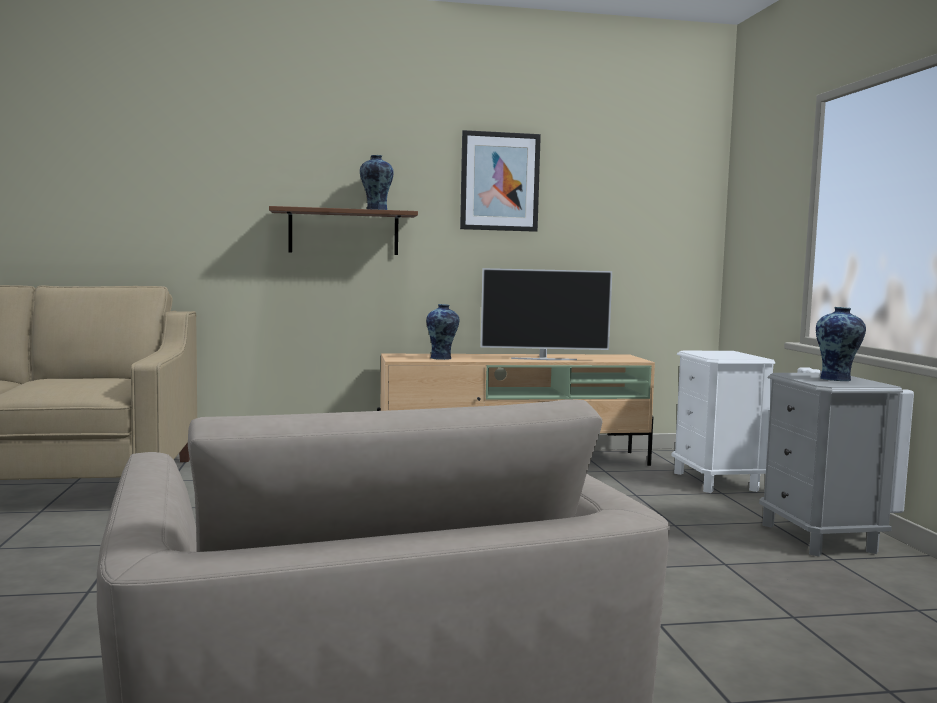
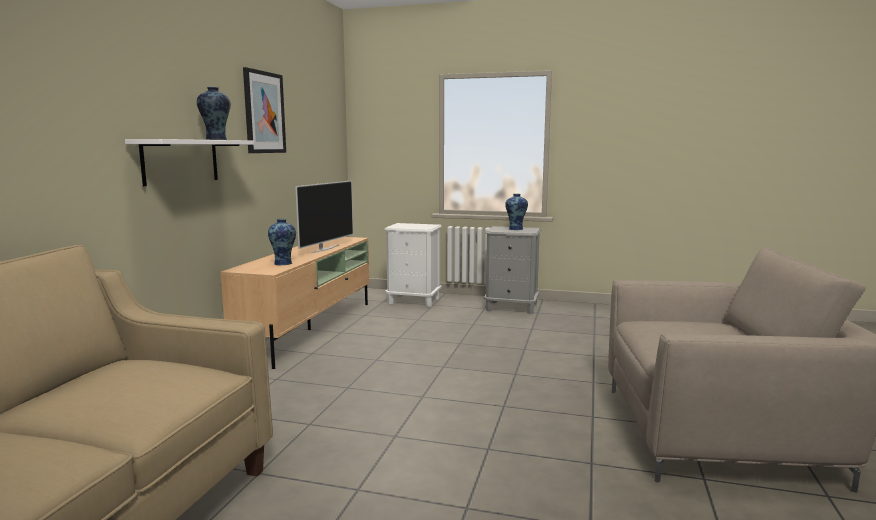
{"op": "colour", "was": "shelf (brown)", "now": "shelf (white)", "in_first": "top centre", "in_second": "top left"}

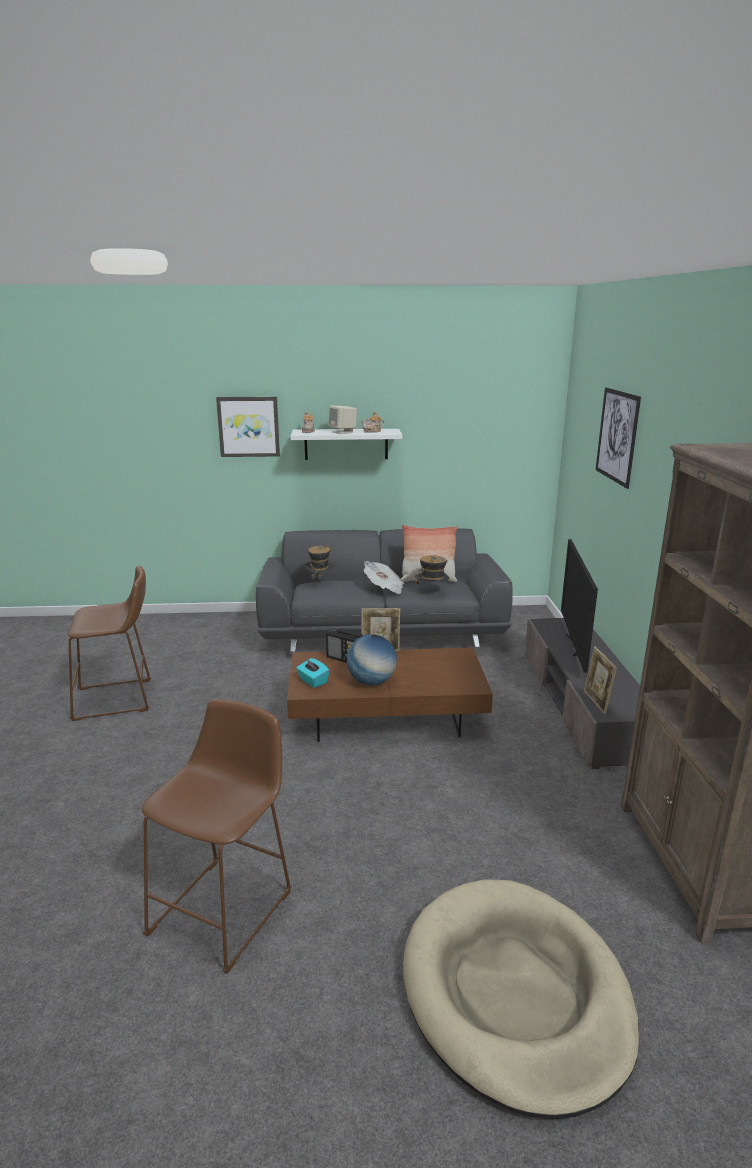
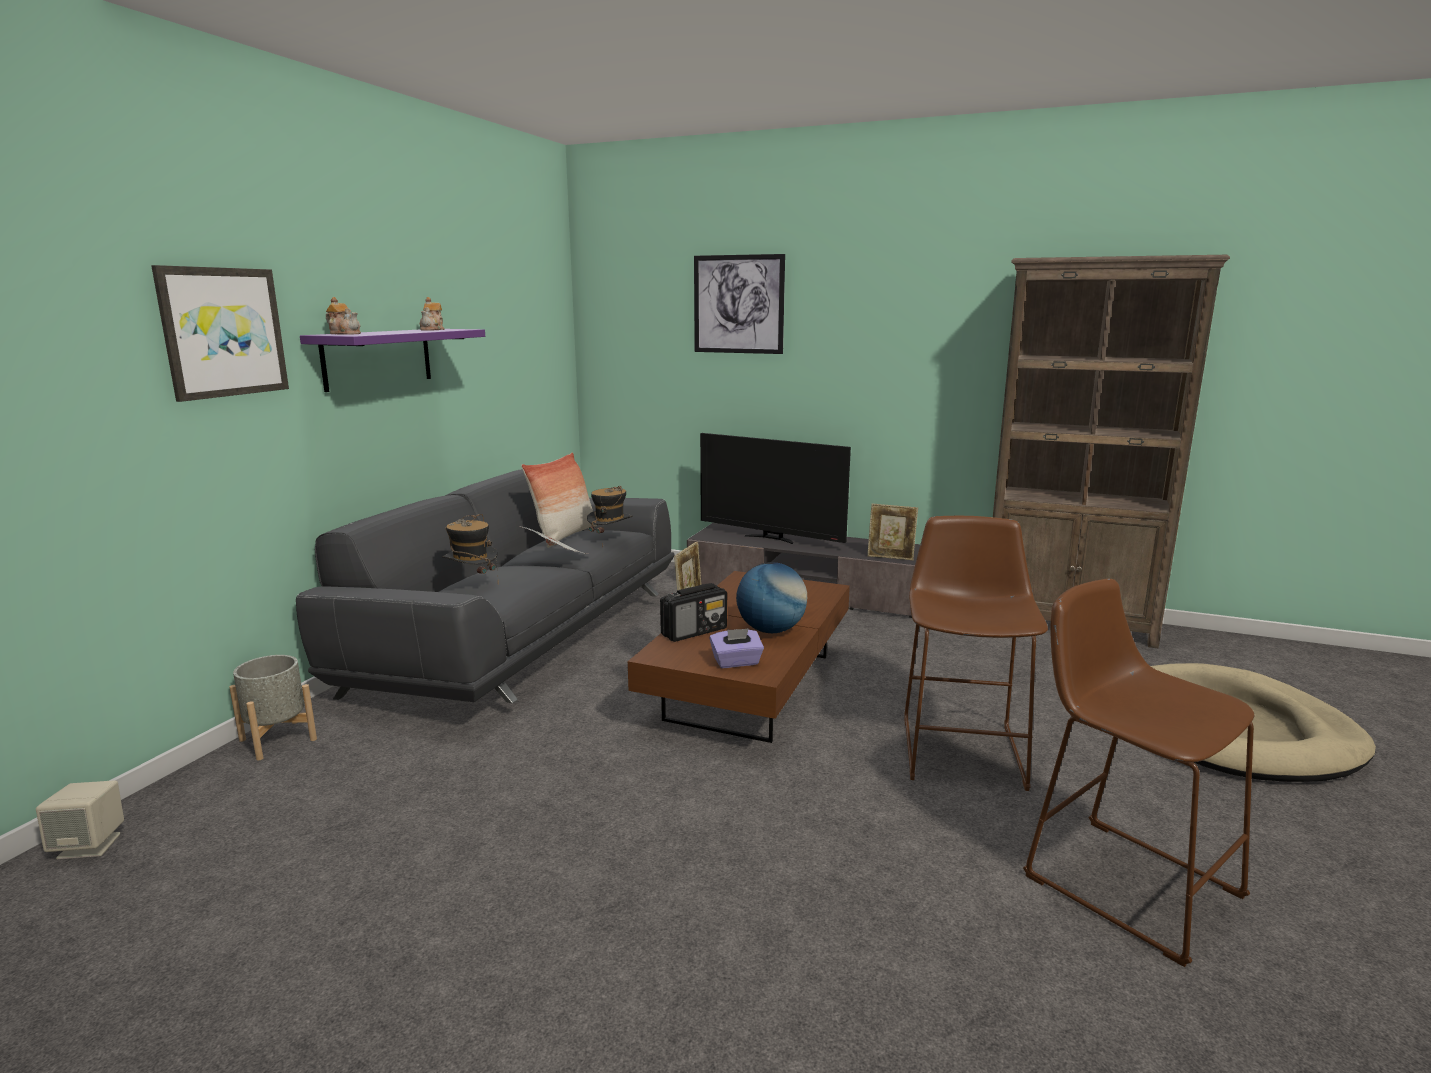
{"op": "relocated", "was": "speaker (beige)", "in_first": "centre", "in_second": "bottom left"}
{"op": "appeared", "now": "planter (grey)", "in_second": "middle left"}
{"op": "colour", "was": "shelf (white)", "now": "shelf (purple)", "in_first": "centre", "in_second": "middle left"}
{"op": "colour", "was": "tissue box (turquoise)", "now": "tissue box (purple)", "in_first": "centre", "in_second": "centre"}
{"op": "relocated", "was": "stool (brown) (no. 1 from left)", "in_first": "middle left", "in_second": "middle right"}

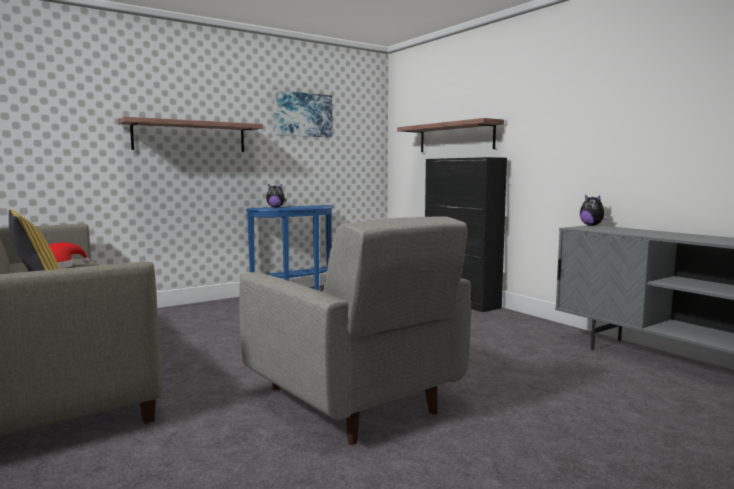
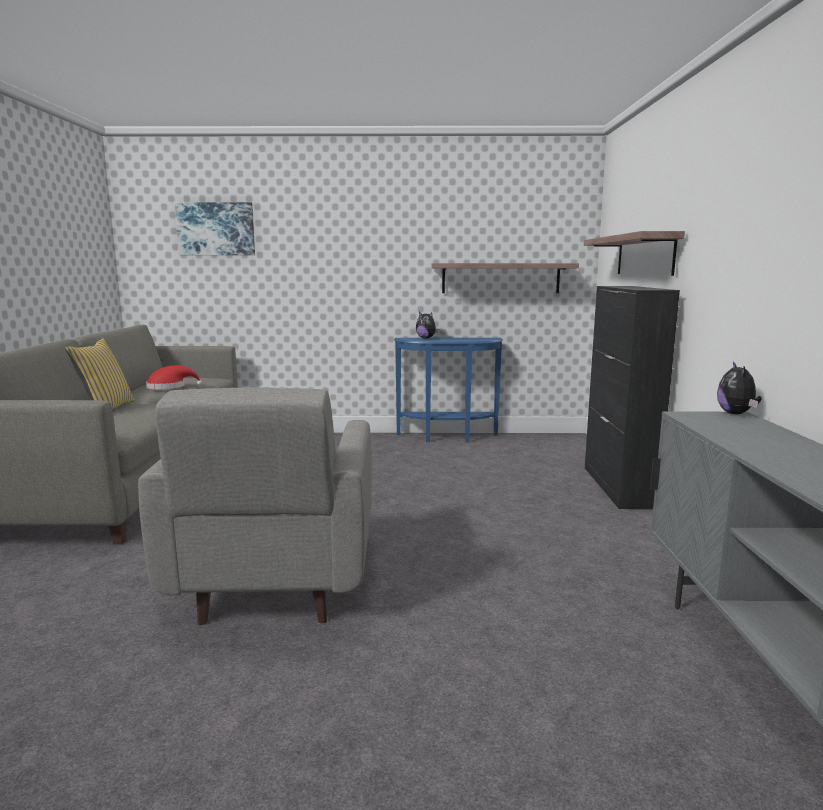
{"op": "relocated", "was": "picture", "in_first": "top centre", "in_second": "top left"}
{"op": "relocated", "was": "shelf (no. 1 from left)", "in_first": "top left", "in_second": "centre"}

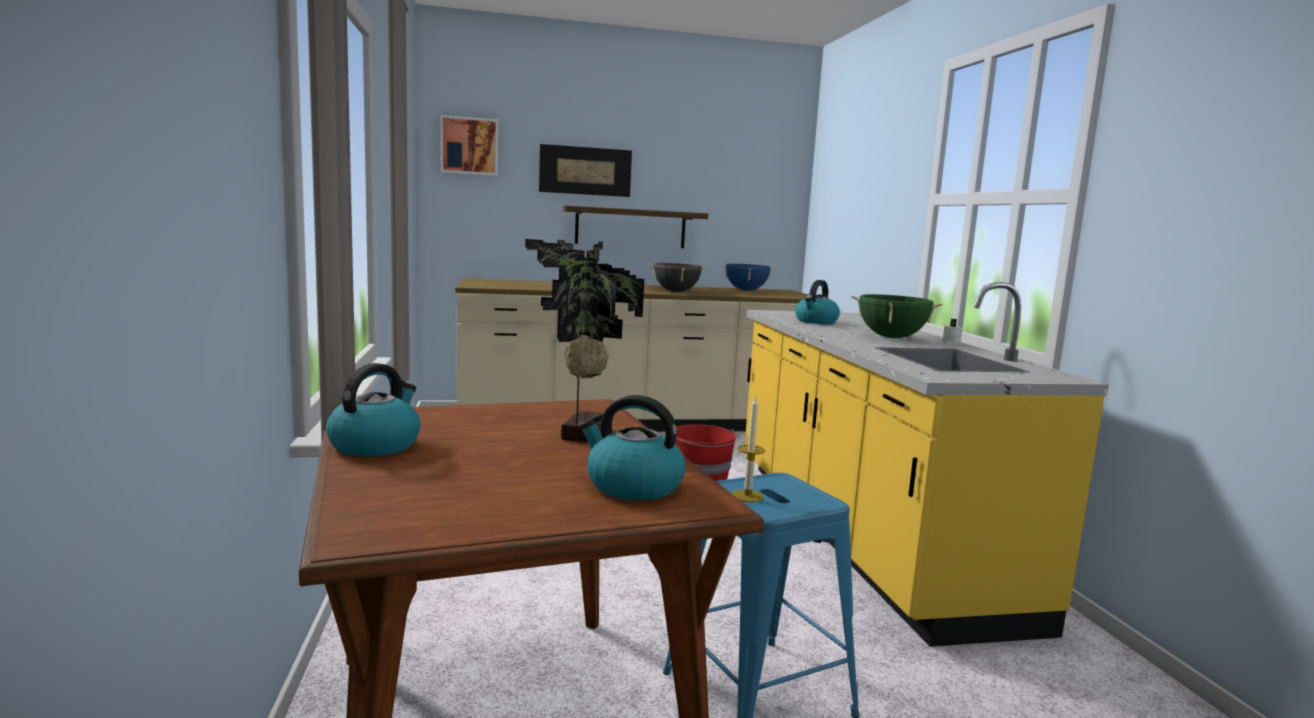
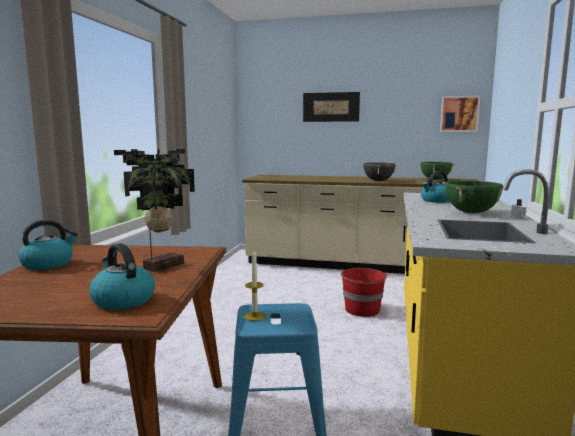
{"op": "colour", "was": "cooking pot (blue)", "now": "cooking pot (green) (no. 1 from left)", "in_first": "centre", "in_second": "middle right"}
{"op": "relocated", "was": "picture (no. 1 from left in the first image)", "now": "picture (no. 2 from left)", "in_first": "top centre", "in_second": "top right"}
{"op": "missing", "was": "shelf", "in_first": "top centre"}

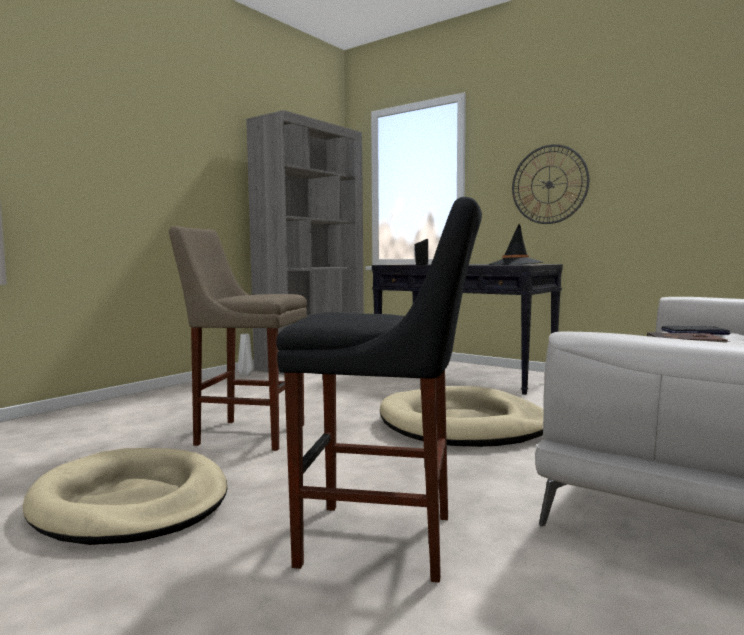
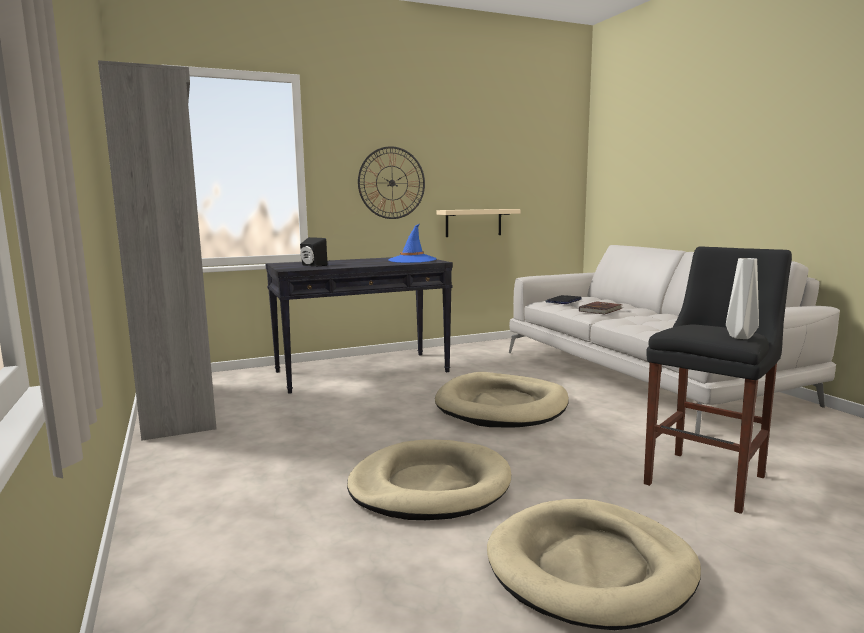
{"op": "exchanged", "was": "stool (beige)", "now": "dog bed (beige) (no. 1 from left)", "in_first": "middle left", "in_second": "bottom centre"}
{"op": "colour", "was": "hat (black)", "now": "hat (blue)", "in_first": "middle right", "in_second": "centre"}
{"op": "appeared", "now": "shelf (beige)", "in_second": "centre"}
{"op": "relocated", "was": "vase (grey)", "in_first": "middle left", "in_second": "middle right"}

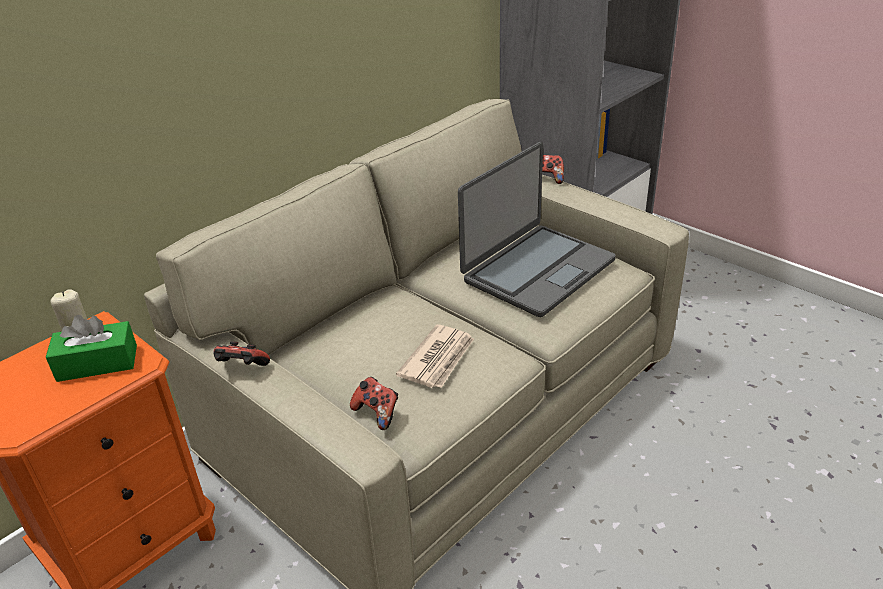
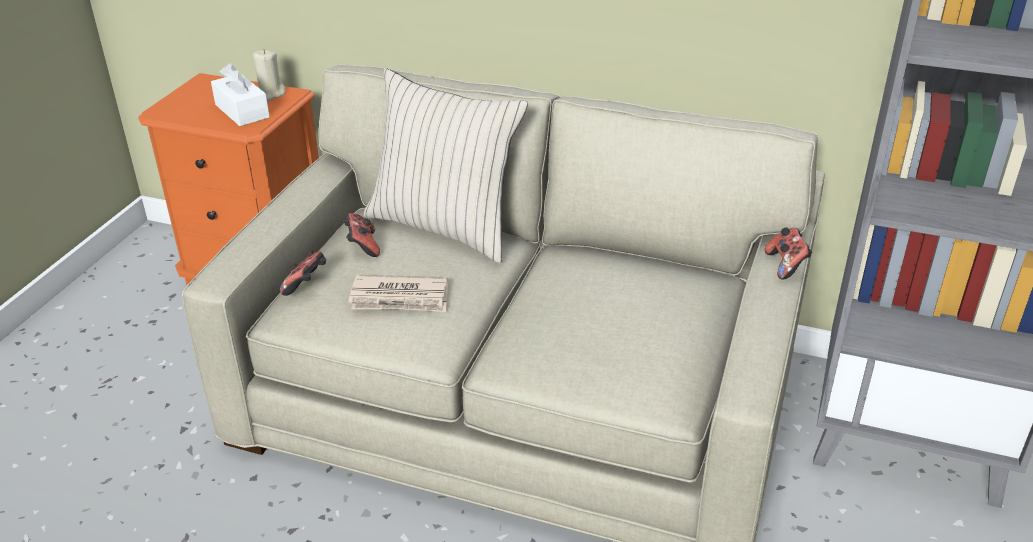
{"op": "colour", "was": "tissue box (green)", "now": "tissue box (white)", "in_first": "middle left", "in_second": "top left"}
{"op": "relocated", "was": "game controller (no. 1 from left in the first image)", "now": "game controller (no. 2 from left)", "in_first": "middle left", "in_second": "centre"}
{"op": "appeared", "now": "pillow (beige)", "in_second": "top centre"}
{"op": "missing", "was": "laptop", "in_first": "centre"}

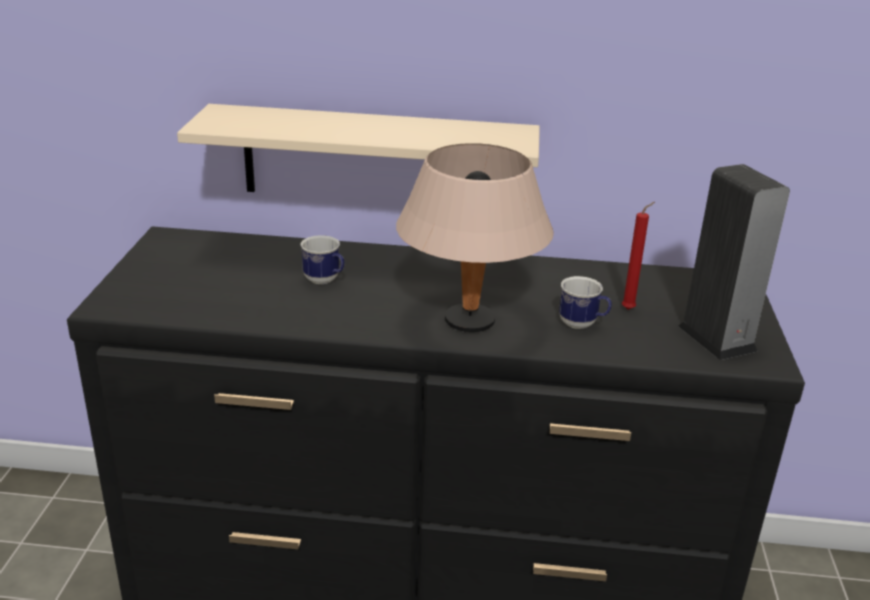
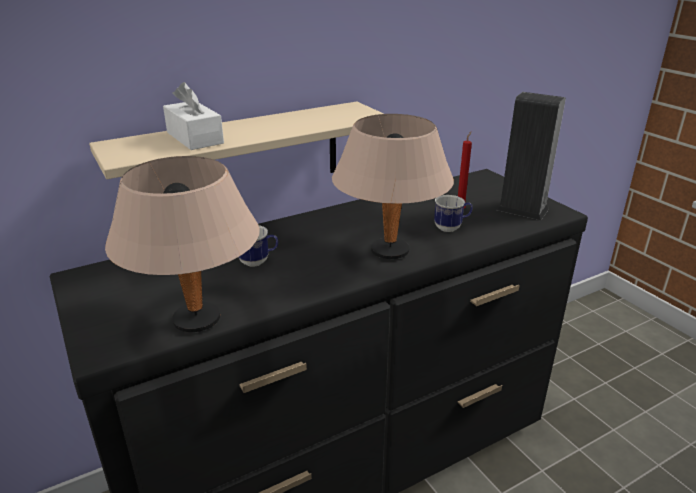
{"op": "appeared", "now": "table lamp (beige) (no. 1 from left)", "in_second": "middle left"}
{"op": "appeared", "now": "tissue box (white)", "in_second": "top left"}

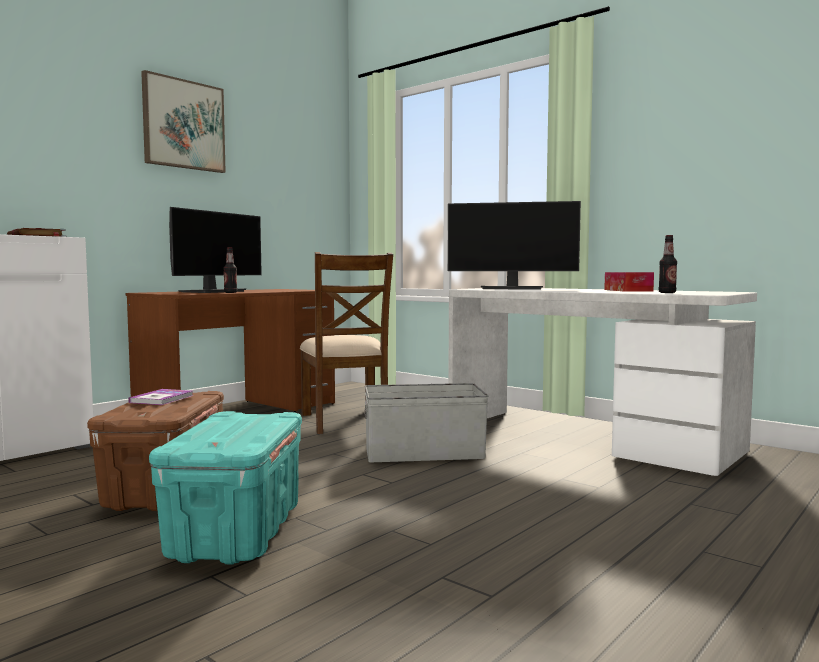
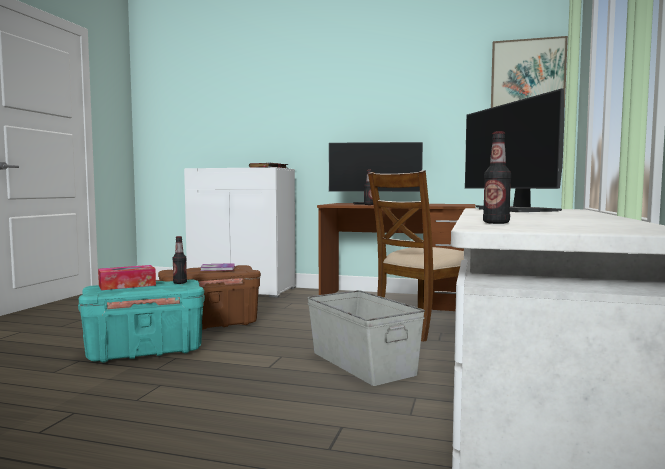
{"op": "relocated", "was": "tissue box", "in_first": "middle right", "in_second": "middle left"}
{"op": "appeared", "now": "bottle (no. 1 from left)", "in_second": "middle left"}
{"op": "relocated", "was": "picture", "in_first": "top left", "in_second": "top right"}

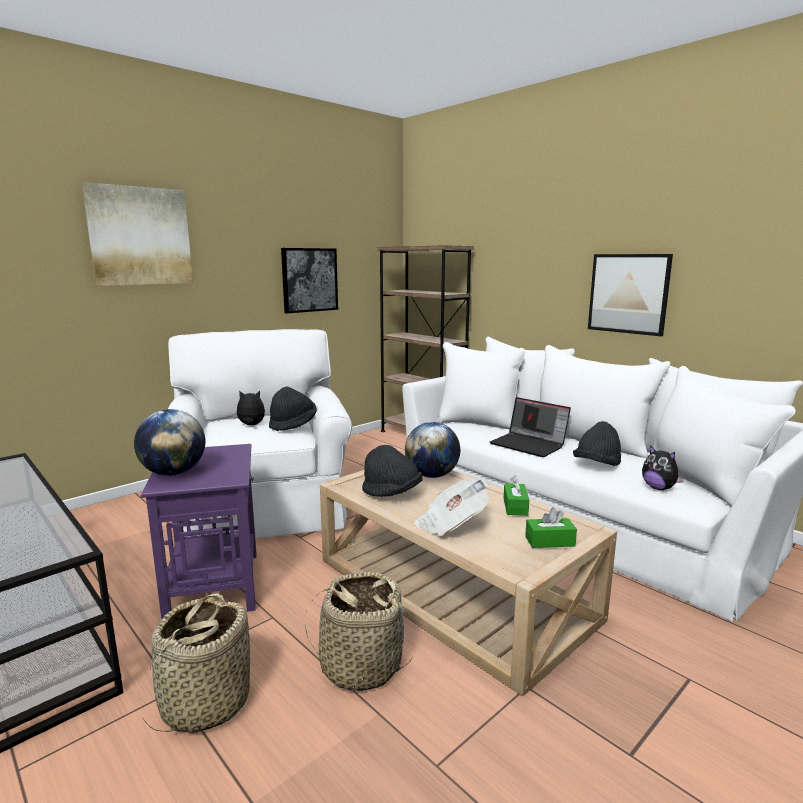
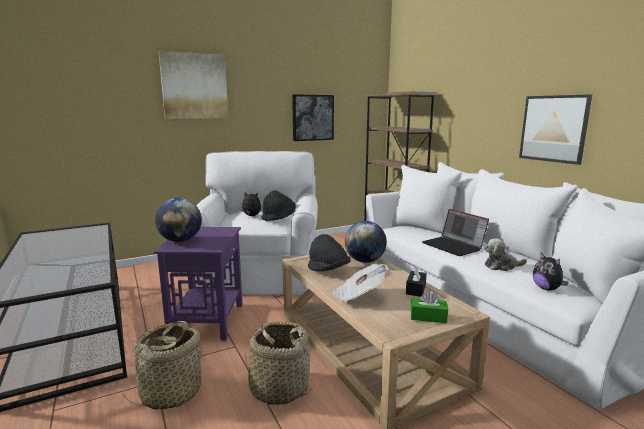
{"op": "colour", "was": "tissue box (green) (no. 1 from left)", "now": "tissue box (black)", "in_first": "centre", "in_second": "centre"}
{"op": "exchanged", "was": "hat (black) (no. 3 from left)", "now": "plush toy (no. 2 from left)", "in_first": "middle right", "in_second": "middle right"}

